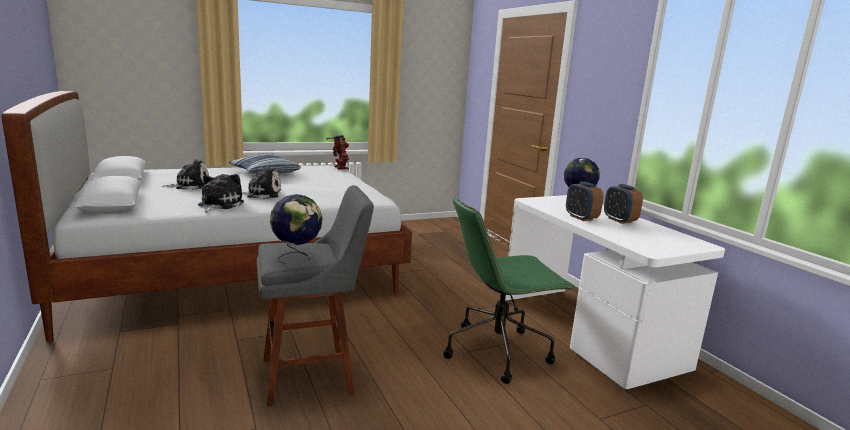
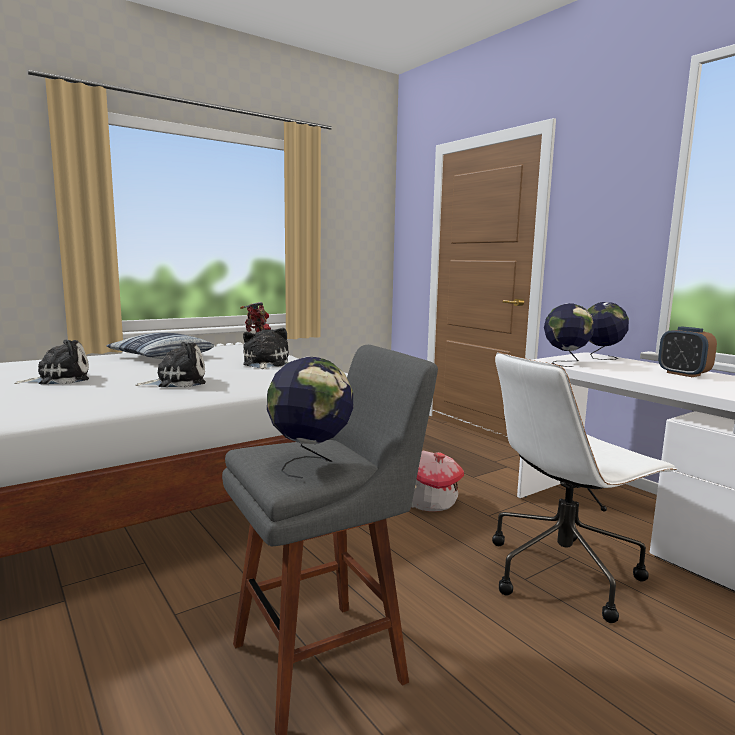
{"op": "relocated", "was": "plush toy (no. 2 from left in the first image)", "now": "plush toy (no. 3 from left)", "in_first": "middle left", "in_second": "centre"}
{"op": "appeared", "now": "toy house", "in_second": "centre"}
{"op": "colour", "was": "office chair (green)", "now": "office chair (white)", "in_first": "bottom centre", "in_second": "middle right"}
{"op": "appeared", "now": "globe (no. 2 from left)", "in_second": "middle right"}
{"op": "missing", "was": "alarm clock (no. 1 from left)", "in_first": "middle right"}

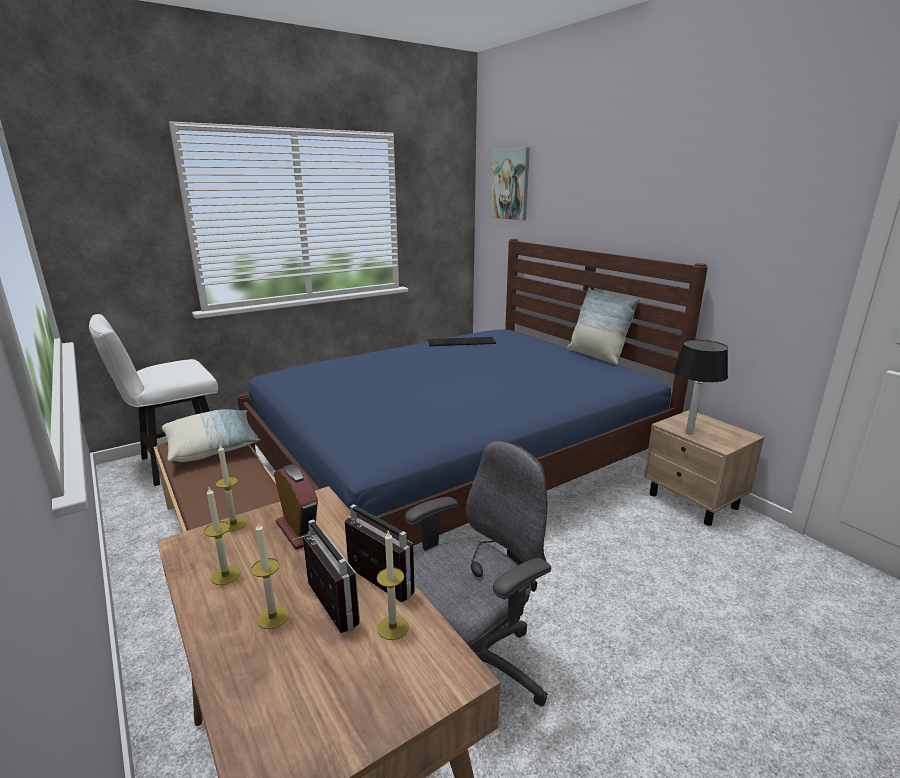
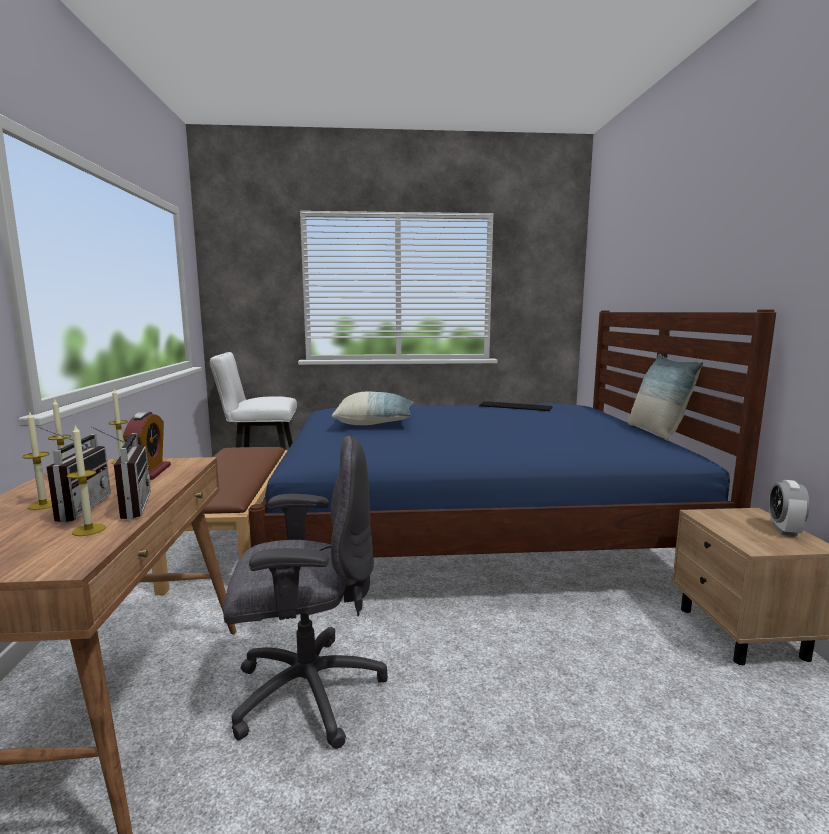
{"op": "relocated", "was": "pillow (no. 1 from left)", "in_first": "middle left", "in_second": "centre"}
{"op": "appeared", "now": "alarm clock (no. 2 from left)", "in_second": "middle right"}
{"op": "missing", "was": "picture", "in_first": "top centre"}
{"op": "missing", "was": "table lamp", "in_first": "middle right"}

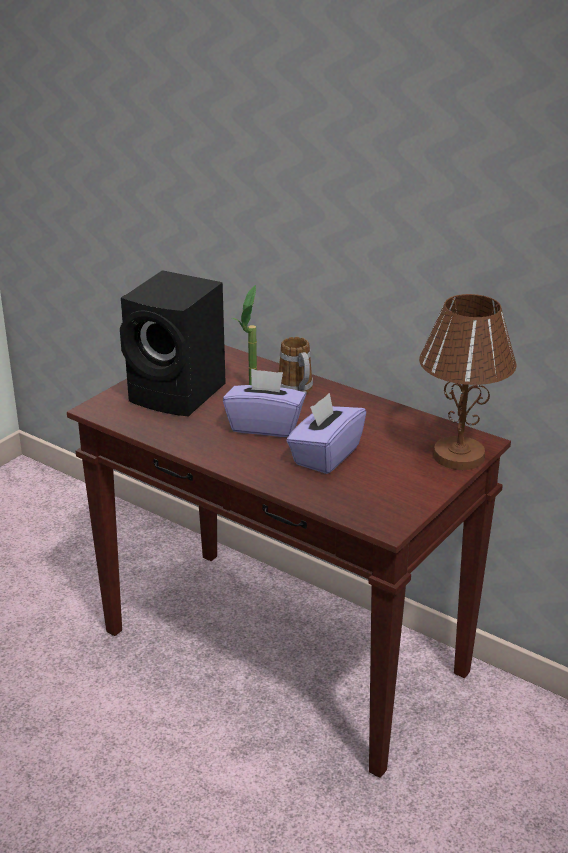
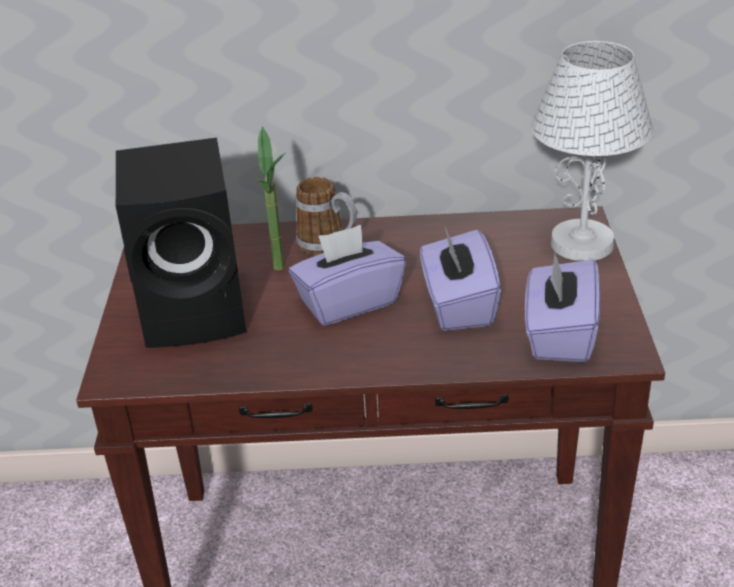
{"op": "appeared", "now": "tissue box (purple) (no. 3 from left)", "in_second": "middle right"}
{"op": "colour", "was": "table lamp (brown)", "now": "table lamp (white)", "in_first": "middle right", "in_second": "top right"}

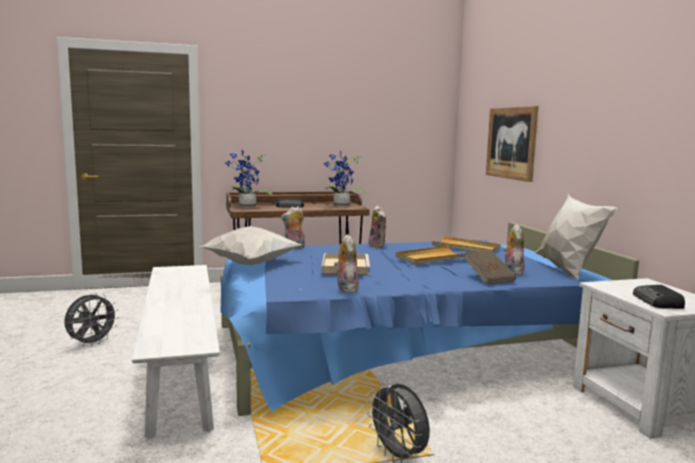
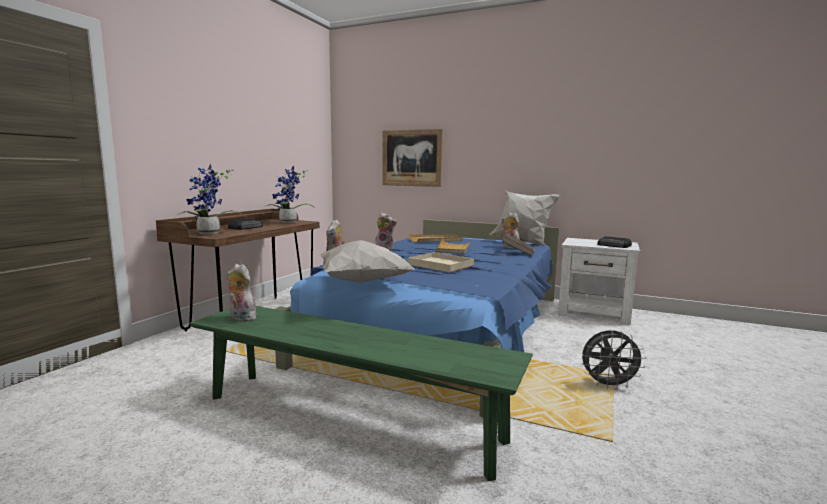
{"op": "colour", "was": "bench (white)", "now": "bench (green)", "in_first": "bottom left", "in_second": "bottom centre"}
{"op": "relocated", "was": "plush toy (no. 2 from left in the first image)", "now": "plush toy (no. 1 from left)", "in_first": "centre", "in_second": "middle left"}
{"op": "missing", "was": "fan (grey) (no. 1 from left)", "in_first": "bottom left"}

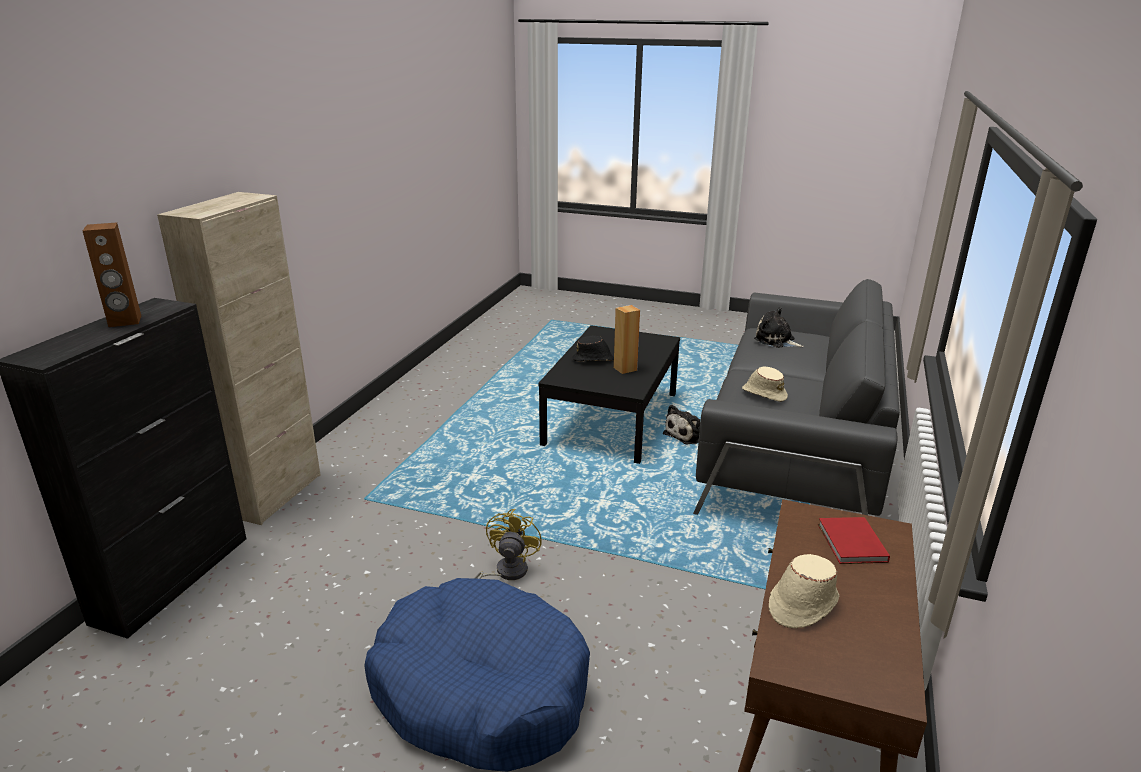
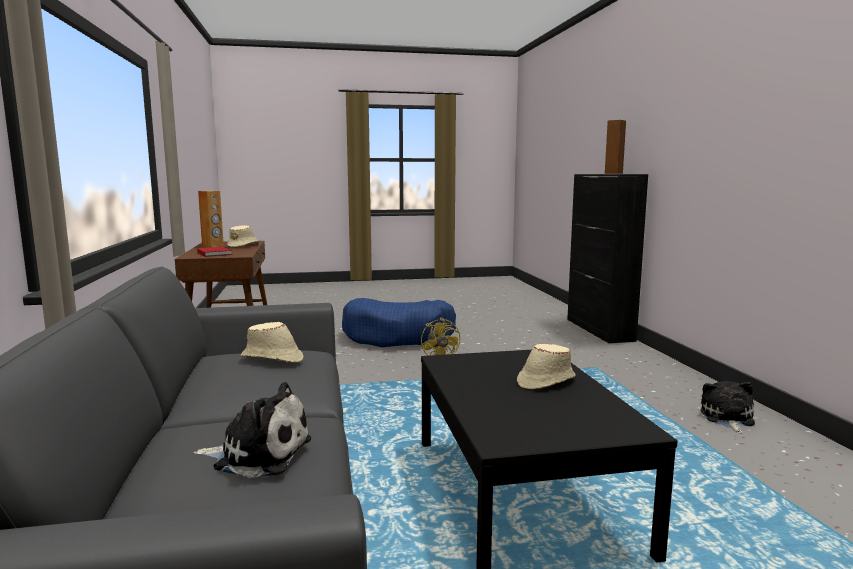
{"op": "relocated", "was": "speaker (brown) (no. 2 from left in the first image)", "now": "speaker (brown) (no. 1 from left)", "in_first": "centre", "in_second": "middle left"}
{"op": "colour", "was": "hat (black)", "now": "hat (beige) (no. 3 from left)", "in_first": "centre", "in_second": "centre"}
{"op": "relocated", "was": "plush toy (no. 1 from left in the first image)", "now": "plush toy (no. 2 from left)", "in_first": "centre", "in_second": "bottom right"}
{"op": "missing", "was": "cabinet (beige)", "in_first": "middle left"}

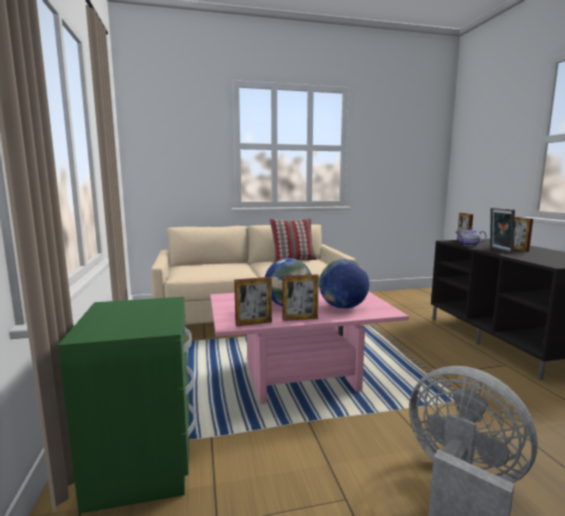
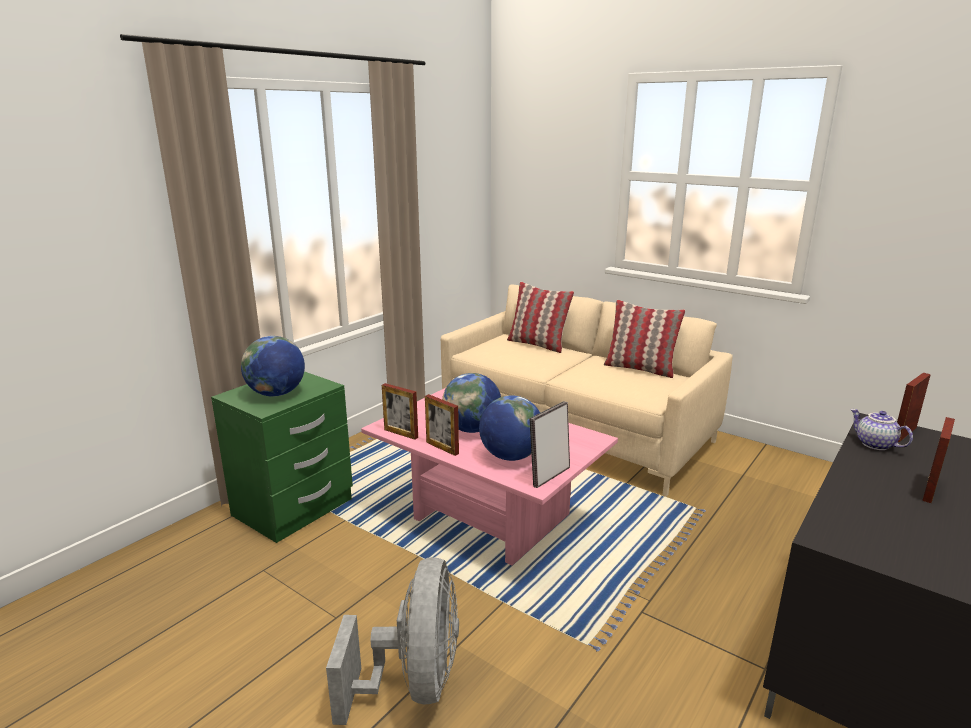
{"op": "appeared", "now": "globe (no. 1 from left)", "in_second": "middle left"}
{"op": "appeared", "now": "pillow (no. 1 from left)", "in_second": "centre"}
{"op": "relocated", "was": "picture frame (no. 4 from left in the first image)", "now": "picture frame (no. 3 from left)", "in_first": "middle right", "in_second": "centre"}

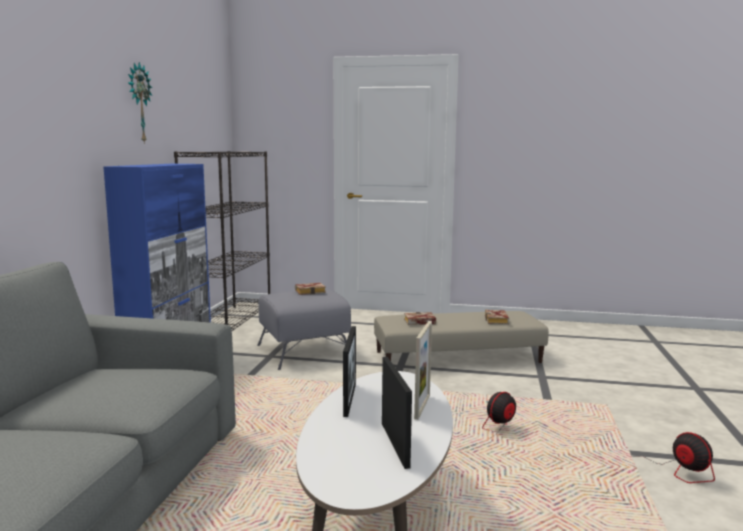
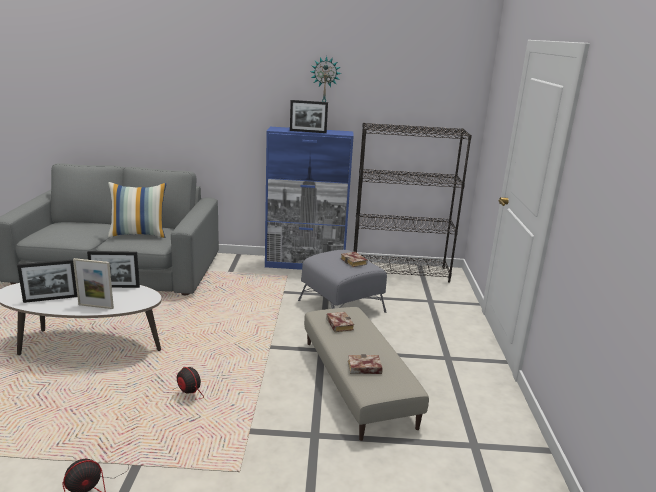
{"op": "appeared", "now": "pillow", "in_second": "middle left"}
{"op": "appeared", "now": "picture frame (no. 4 from left)", "in_second": "top centre"}

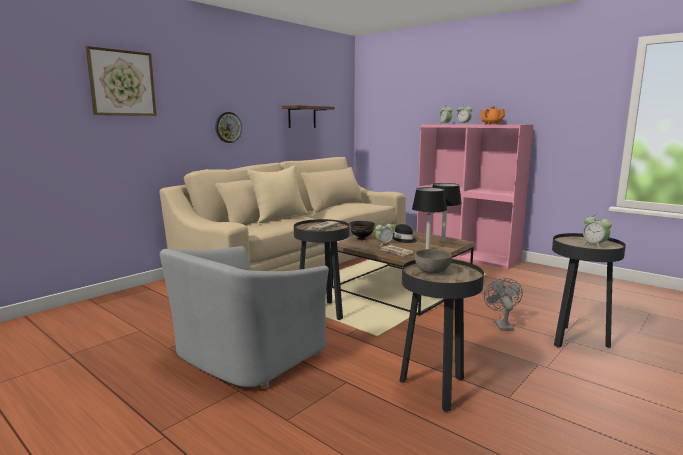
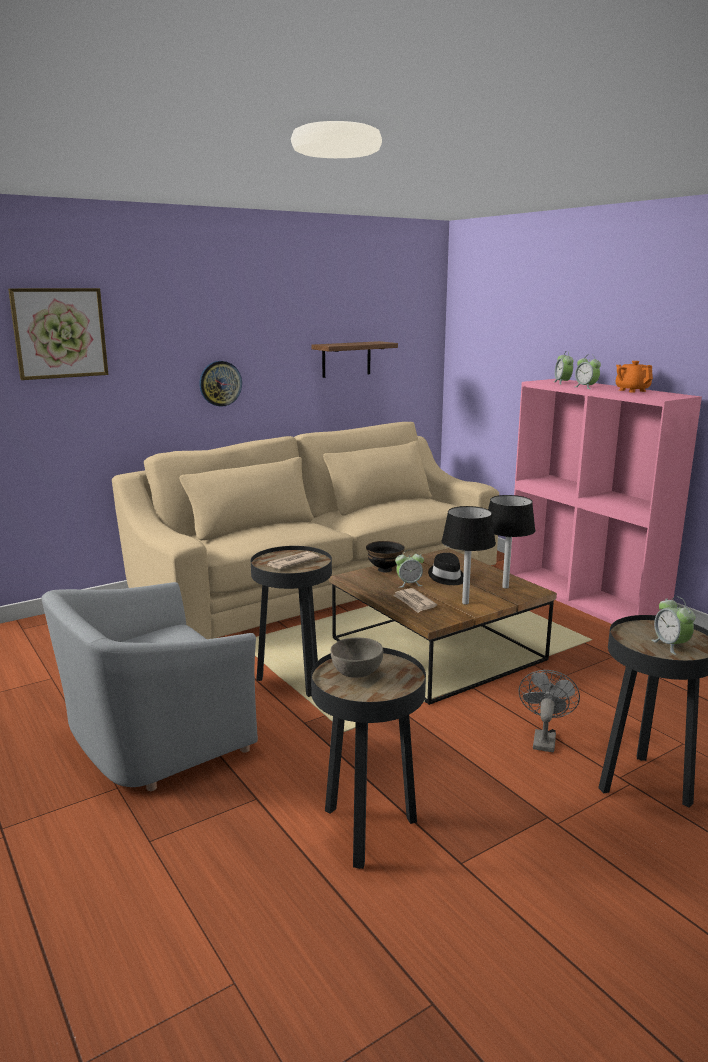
{"op": "missing", "was": "pillow (beige)", "in_first": "centre"}

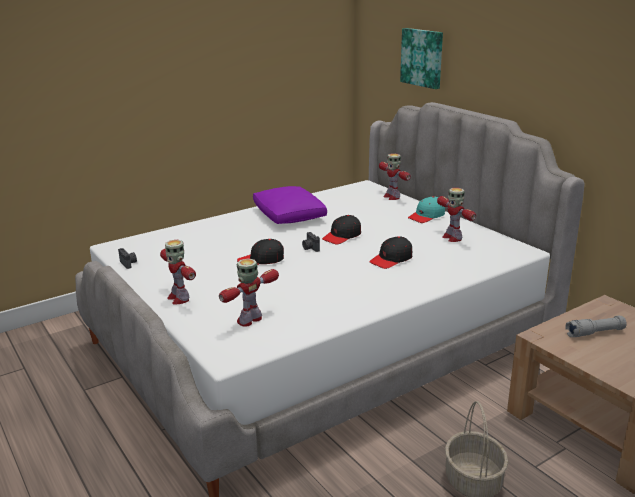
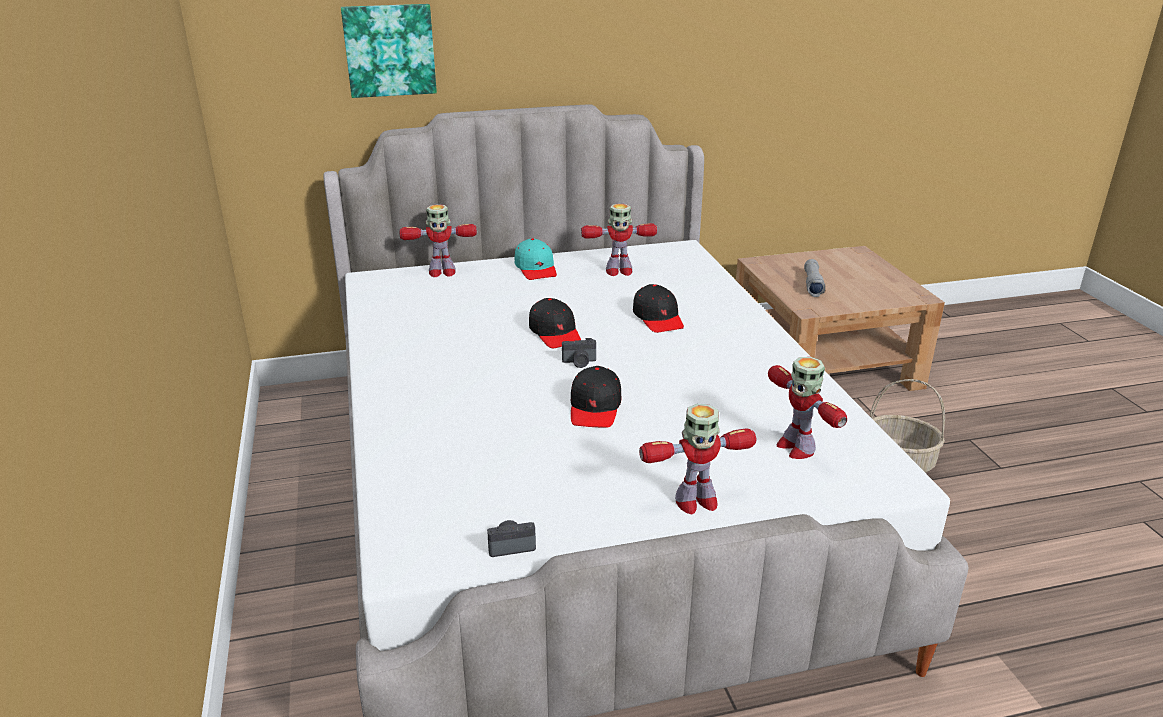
{"op": "missing", "was": "pillow (purple)", "in_first": "centre"}

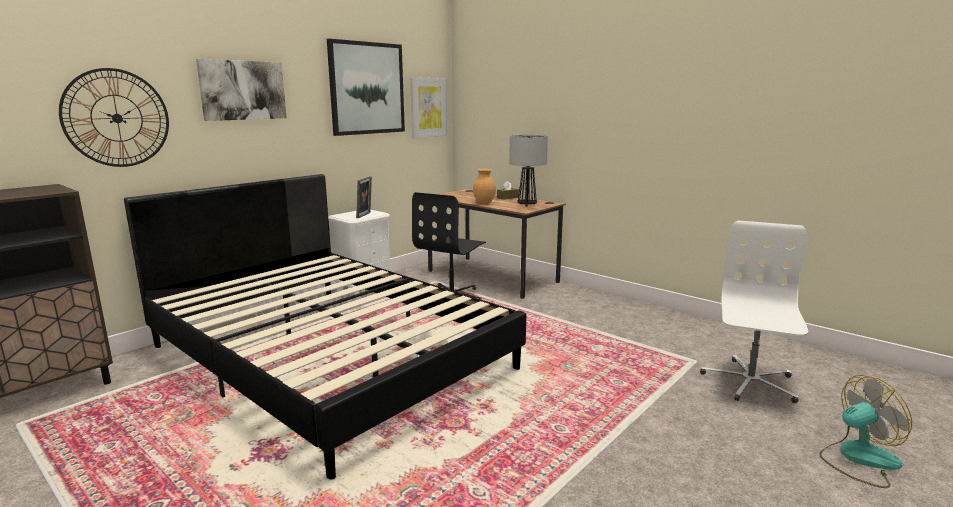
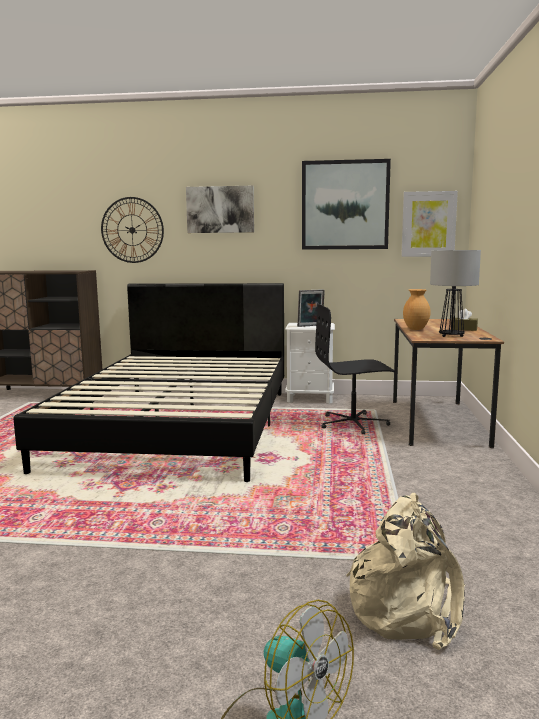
{"op": "exchanged", "was": "office chair (white)", "now": "backpack (beige)", "in_first": "middle right", "in_second": "bottom right"}

